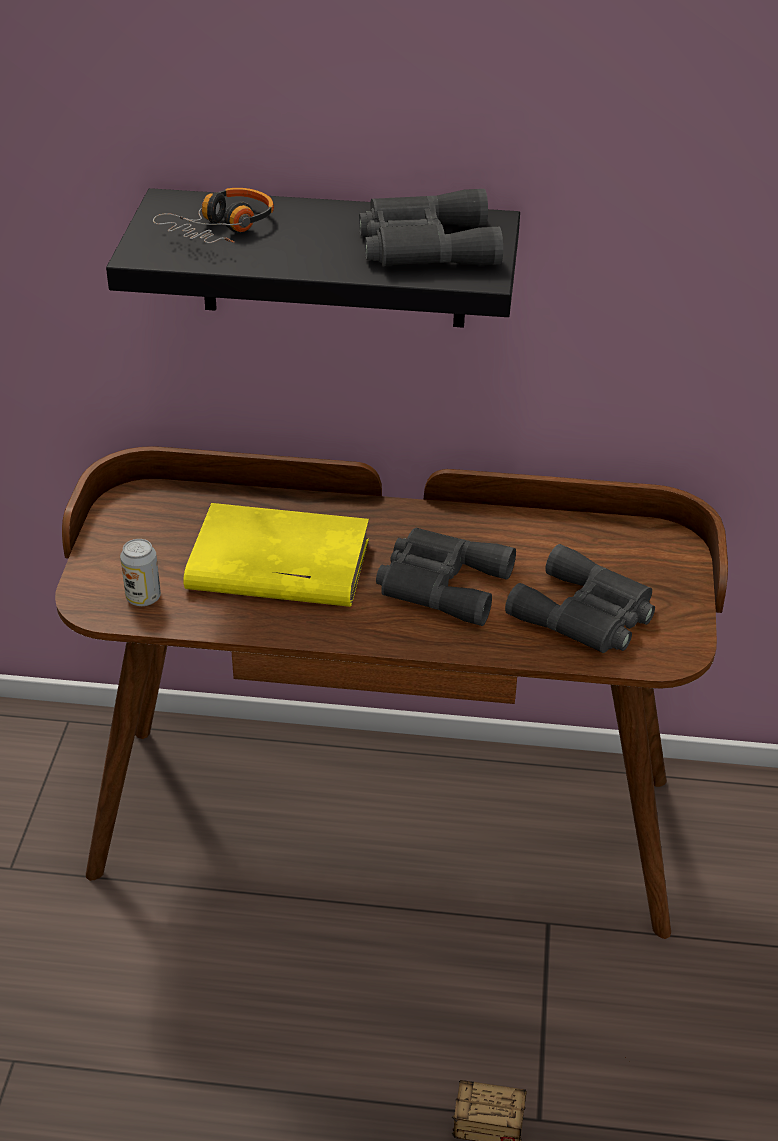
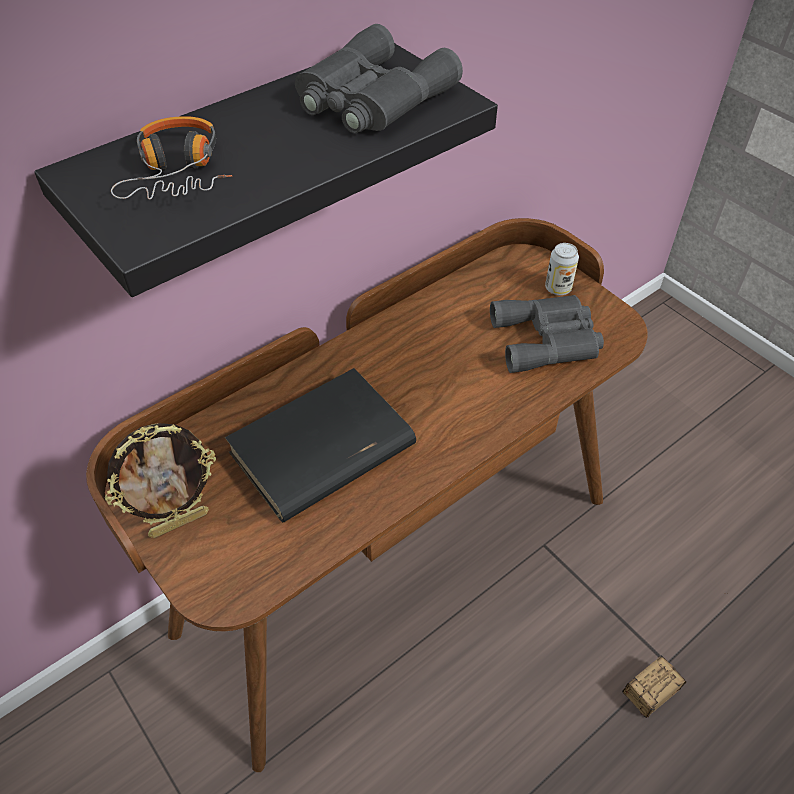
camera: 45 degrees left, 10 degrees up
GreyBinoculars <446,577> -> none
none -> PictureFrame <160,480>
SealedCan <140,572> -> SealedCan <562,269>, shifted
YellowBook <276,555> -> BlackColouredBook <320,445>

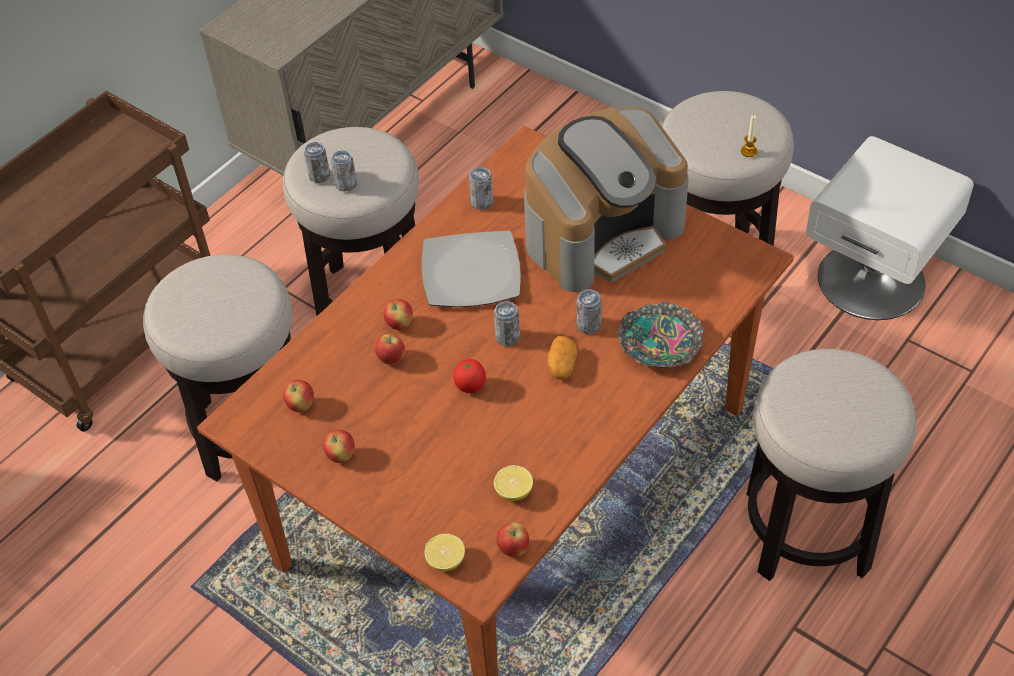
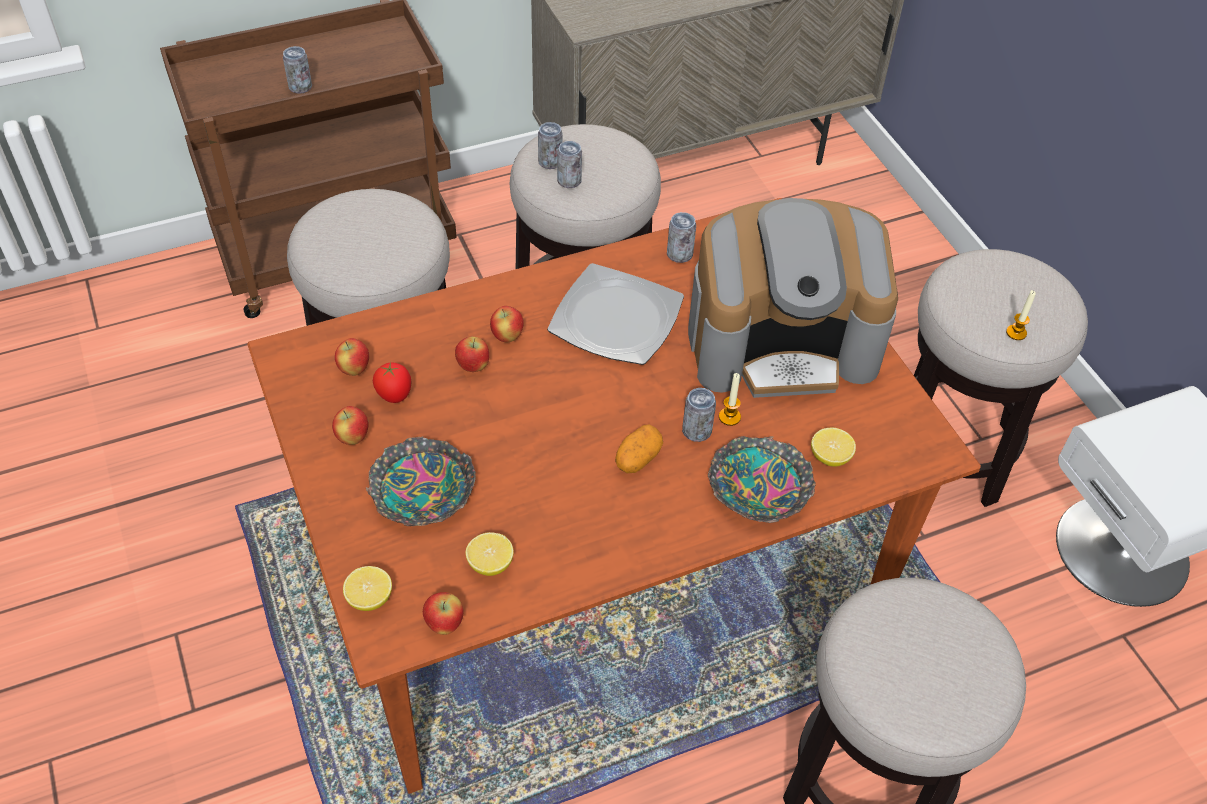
camera: 25 degrees right, 0 degrees up
none -> Bowl <421,481>
none -> WaxLight <730,399>
none -> CitrusFruit <833,447>
Tomato <469,376> -> Tomato <392,382>, shifted
SealedCan <507,323> -> SealedCan <297,70>, shifted

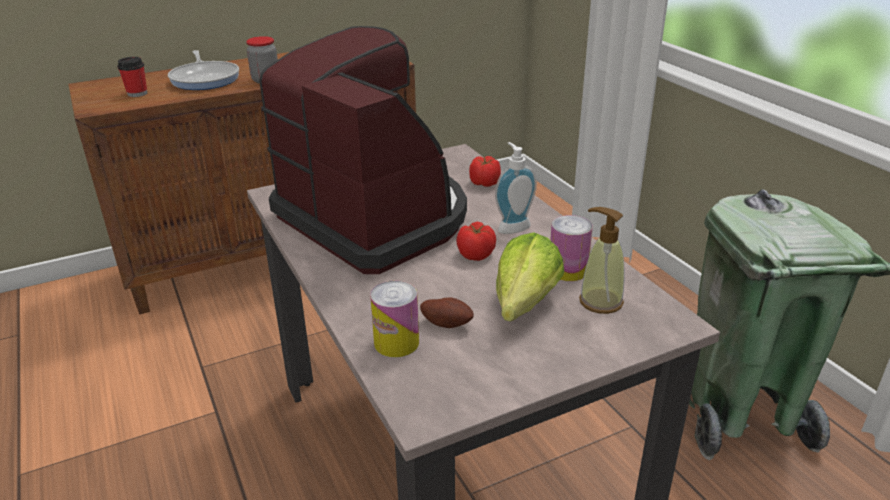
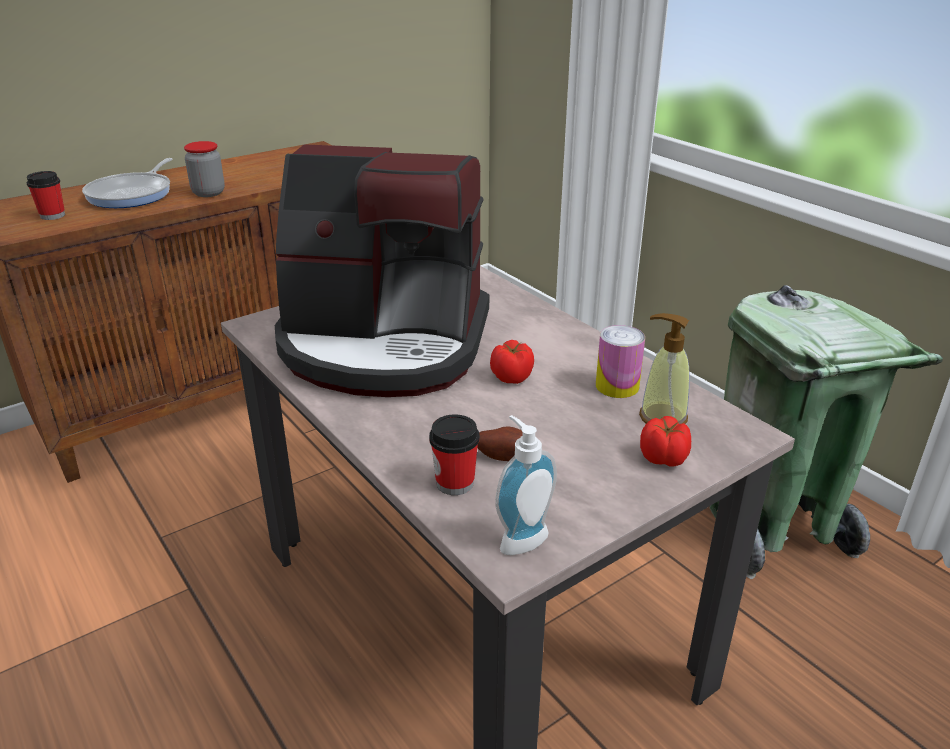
camera: 10 degrees left, 0 degrees up
LettuceHead <530,277> -> none
Tomato <485,171> -> Tomato <665,441>, shifted
SoapDispenser <516,188> -> SoapDispenser <526,485>, shifted
SealedCan <394,319> -> Cup <454,454>
Pan <203,70> -> Pan <127,183>, 45 degrees clockwise
CoffeeMaker <363,150> -> CoffeeMaker <382,270>, 150 degrees clockwise

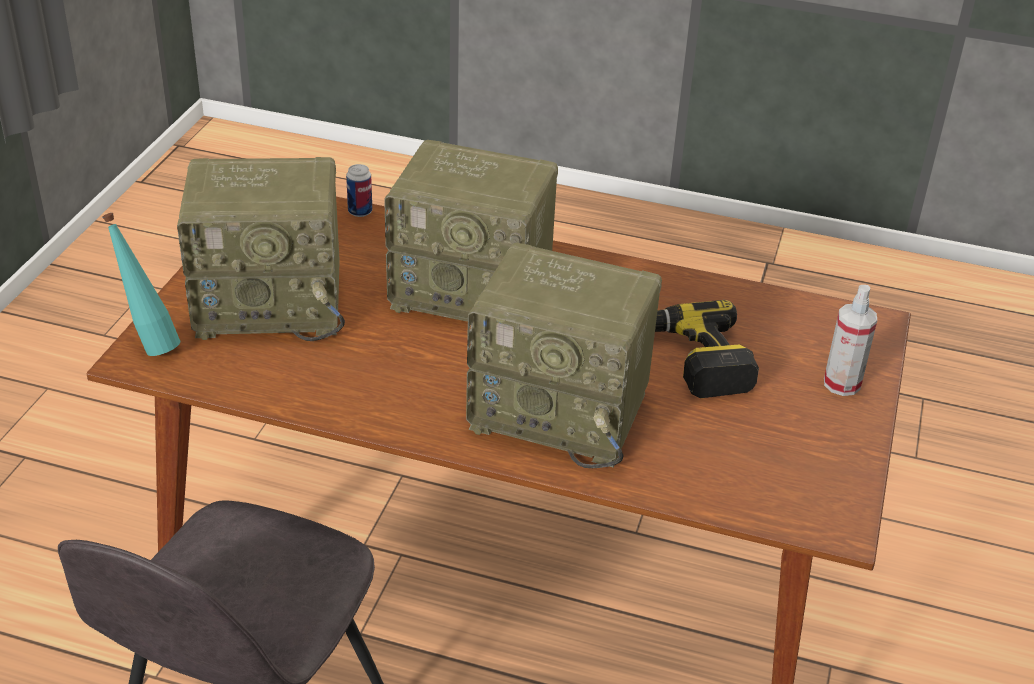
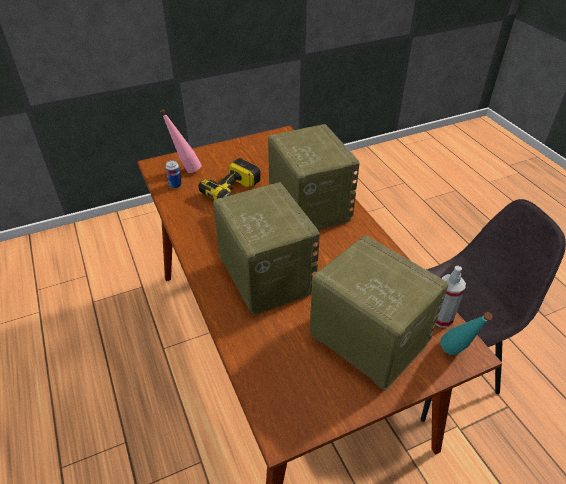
camera: 130 degrees left, 5 degrees up
none -> PinkColouredBottle <181,141>
SealedCan <359,190> -> SealedCan <173,174>, shifted
Sprayer <850,340> -> Sprayer <451,297>, shifted

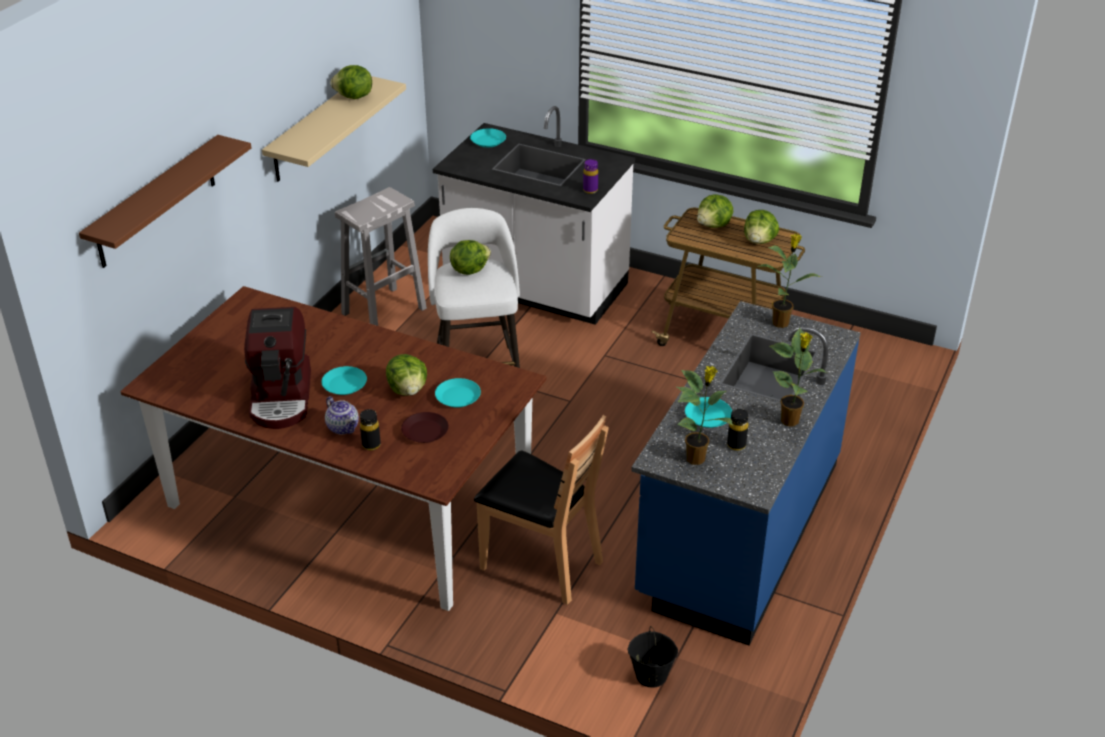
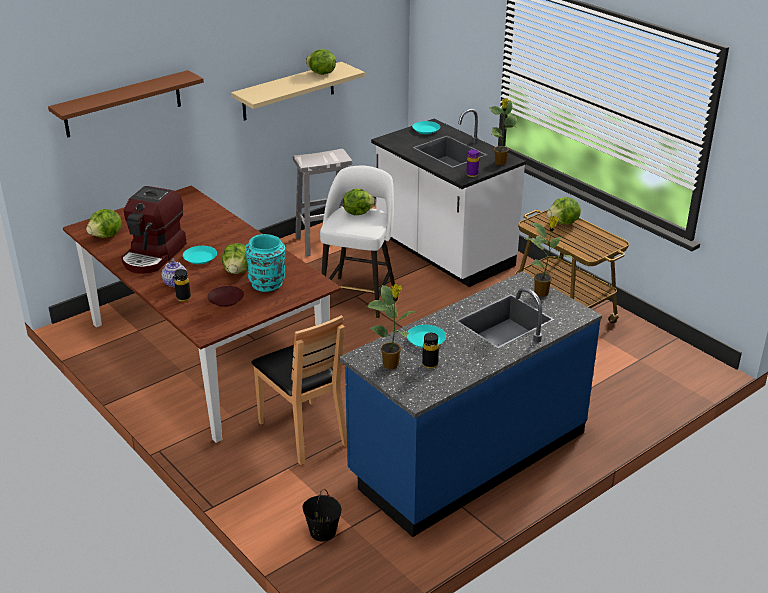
camera: 25 degrees right, 5 degrees down
LettuceHead <761,227> -> LettuceHead <103,223>, shifted
PlantInAPot <798,377> -> PlantInAPot <503,131>, shifted
BlueGreenPlate <458,393> -> BlueGreenDecorativeVase <265,263>

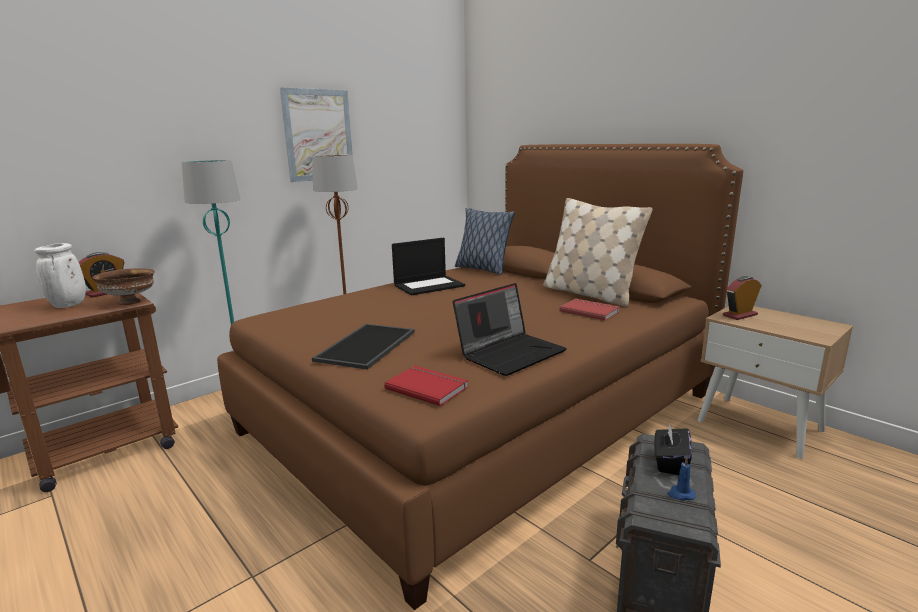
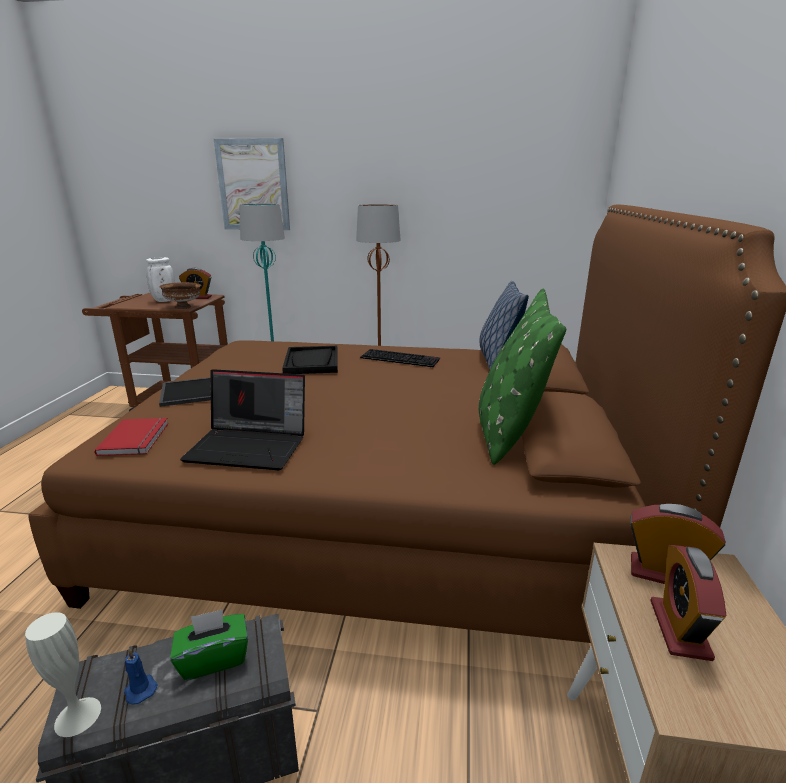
camera: 50 degrees right, 5 degrees up
RedBook <590,310> -> none
none -> WhiteColouredDecorativeVase <63,674>
none -> BlackColouredCarryingTray <310,360>
none -> TableClock <688,603>
WallArt <316,134> -> WallArt <252,184>, shifted
NotebookComputer <428,267> -> PcKeyboard <400,358>
BeigeThrowPillow <597,252> -> GreenishThrowPillow <522,377>
BlackColouredTissueHolder <673,448> -> GreenishTissueHolder <209,644>

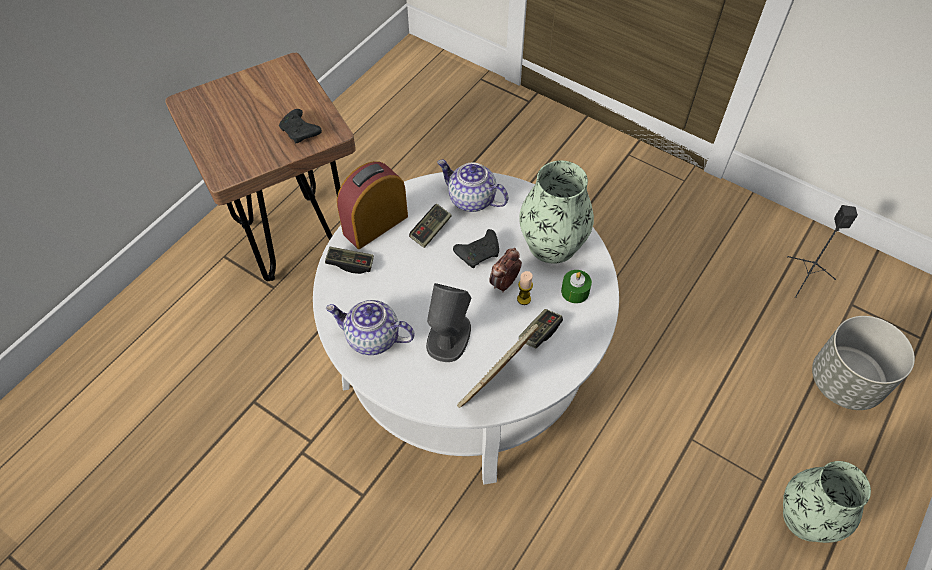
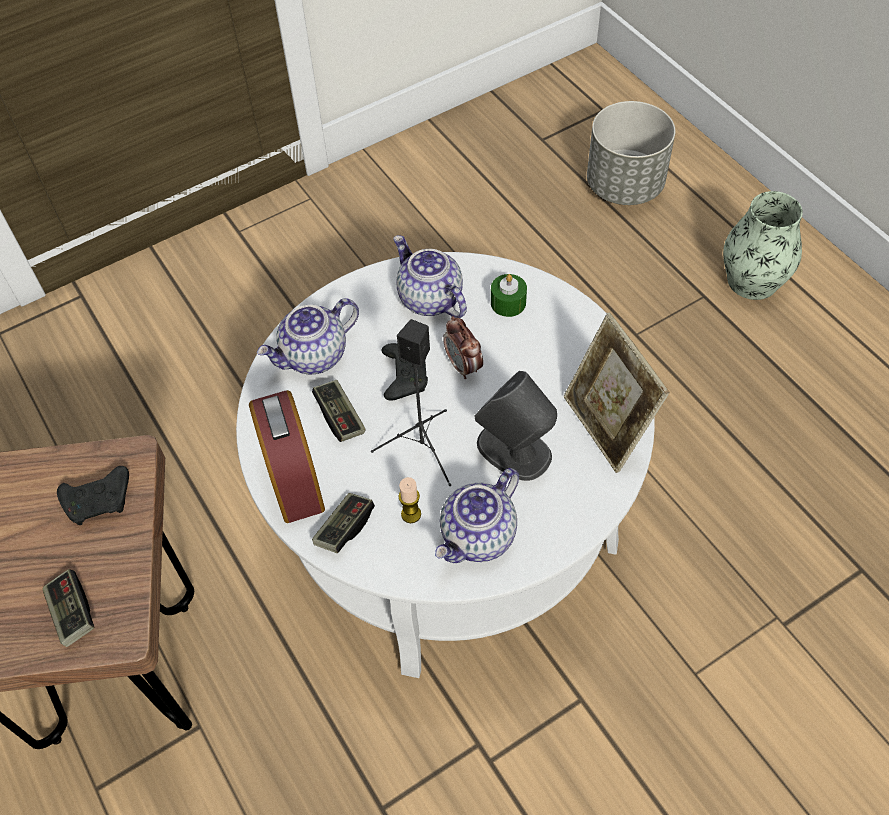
camera: 65 degrees left, 0 degrees up
WaxLight <525,288> -> WaxLight <410,500>, shifted
Gamepad <541,329> -> Gamepad <68,608>, shifted
BlackColouredSpeaker <822,251> -> BlackColouredSpeaker <411,402>, shifted
DecorativeVase <556,212> -> Teapot <430,276>

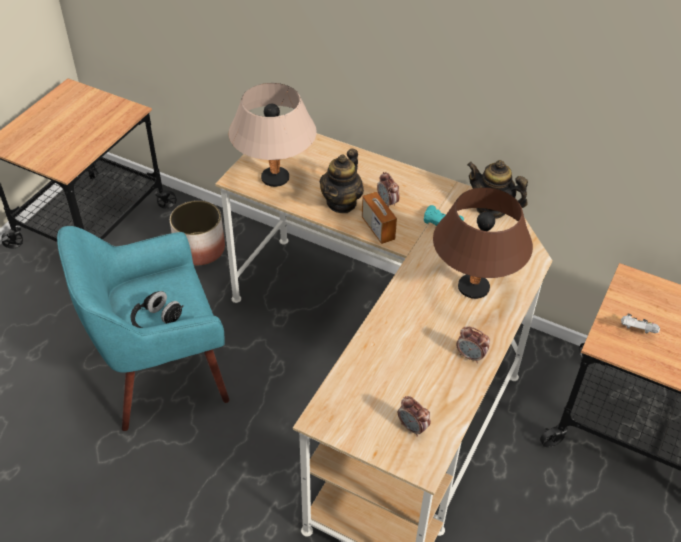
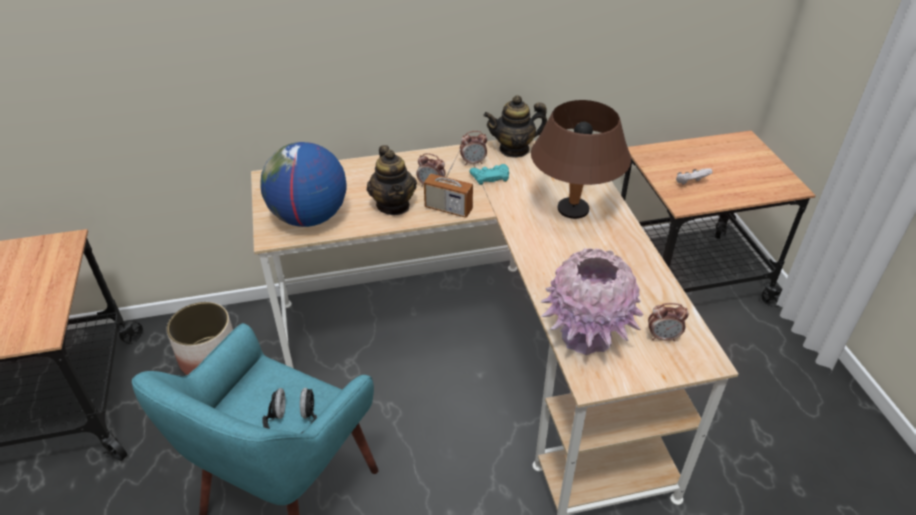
camera: 40 degrees left, 5 degrees down
none -> PinkColouredDecorativeVase <592,301>
TableClock <473,345> -> TableClock <473,148>, shifted
BeigeLampForATable <272,135> -> Globe <304,184>

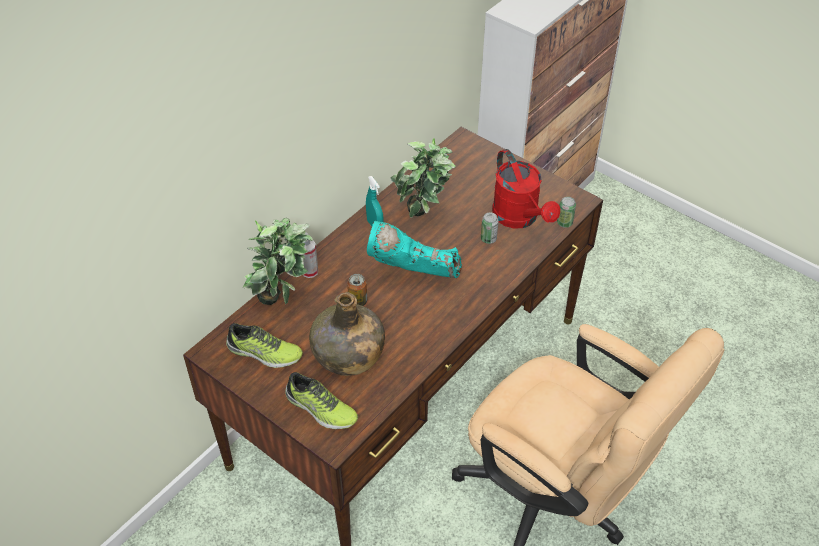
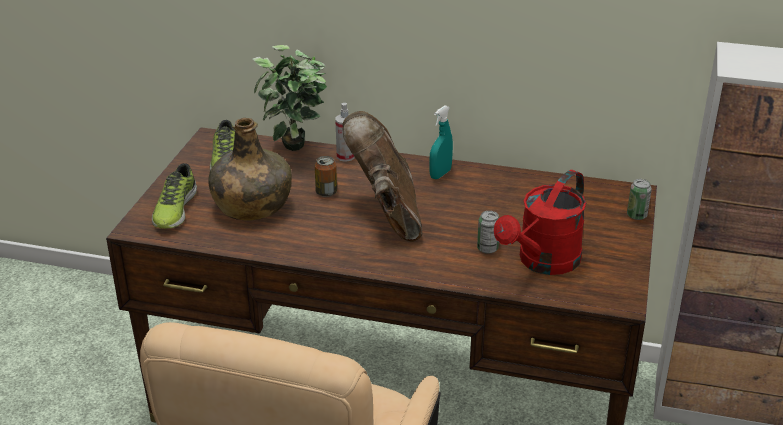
camera: 65 degrees right, 15 degrees down
PlantInAPot <423,178> -> none
SealedCan <566,212> -> SealedCan <639,199>, shifted
BlueGreenBoot <414,249> -> BrownBoot <382,176>

